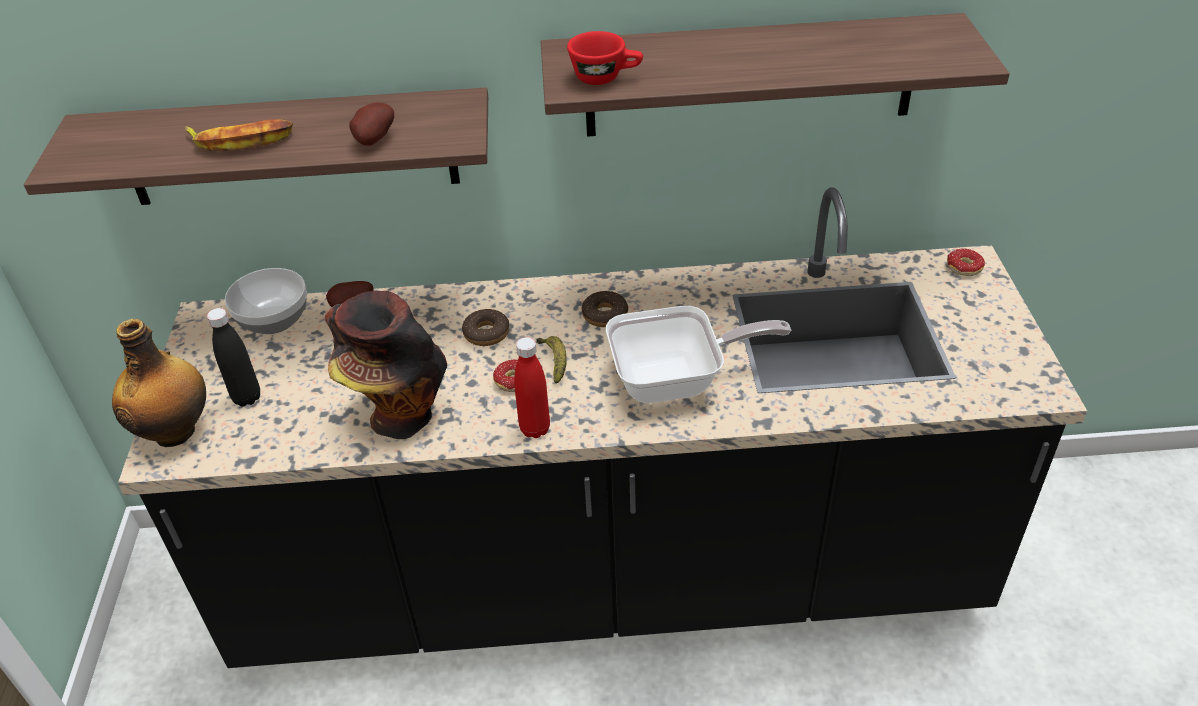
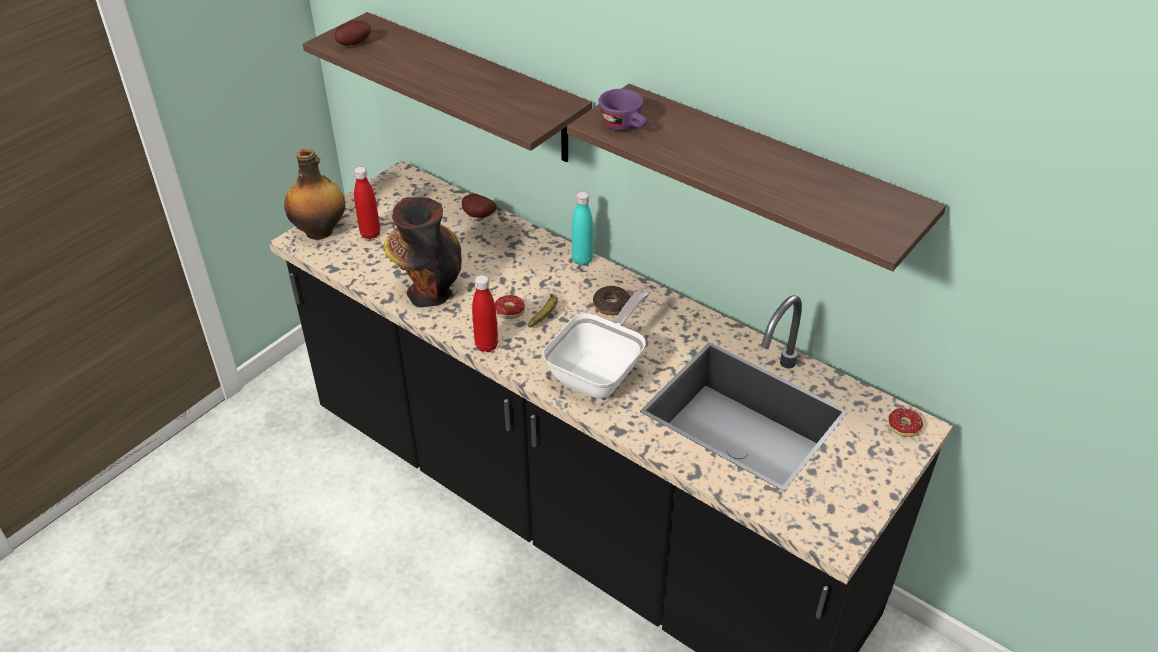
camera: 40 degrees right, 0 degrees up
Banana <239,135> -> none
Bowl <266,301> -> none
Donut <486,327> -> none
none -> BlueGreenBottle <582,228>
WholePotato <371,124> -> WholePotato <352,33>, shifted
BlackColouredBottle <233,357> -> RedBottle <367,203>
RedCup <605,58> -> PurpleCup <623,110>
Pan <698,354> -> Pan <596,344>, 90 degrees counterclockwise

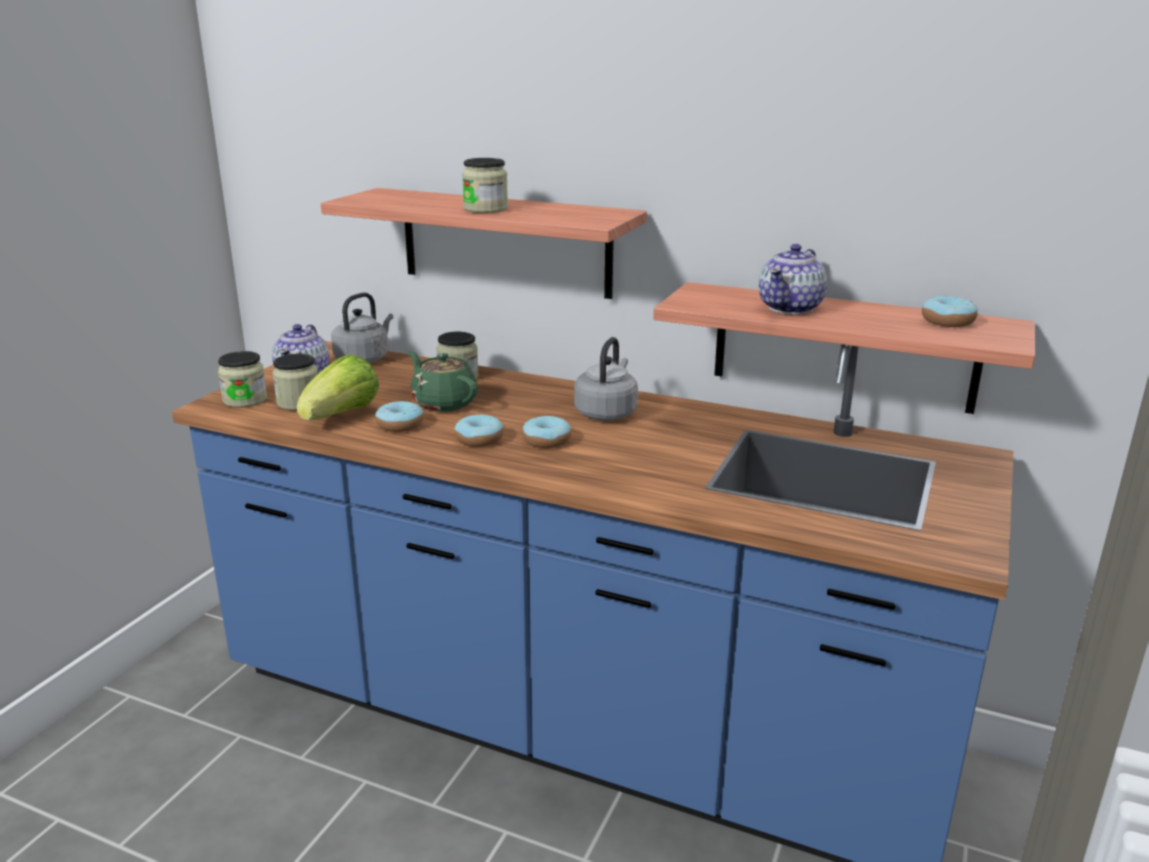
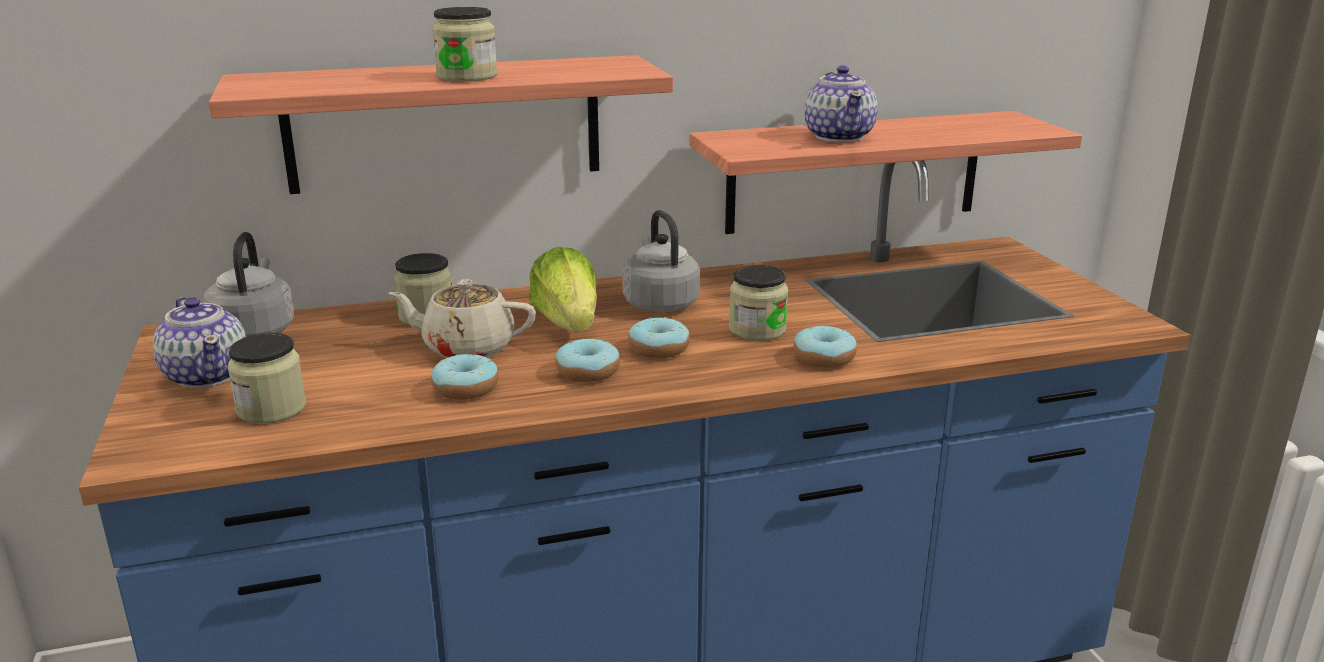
camera: 40 degrees left, 0 degrees up
Jar <242,379> -> Jar <758,303>, shifted
LettuceHead <338,387> -> LettuceHead <563,289>, shifted
Donut <950,311> -> Donut <825,346>, shifted
GreenishTeapot <443,381> -> BeigeTeapot <462,318>

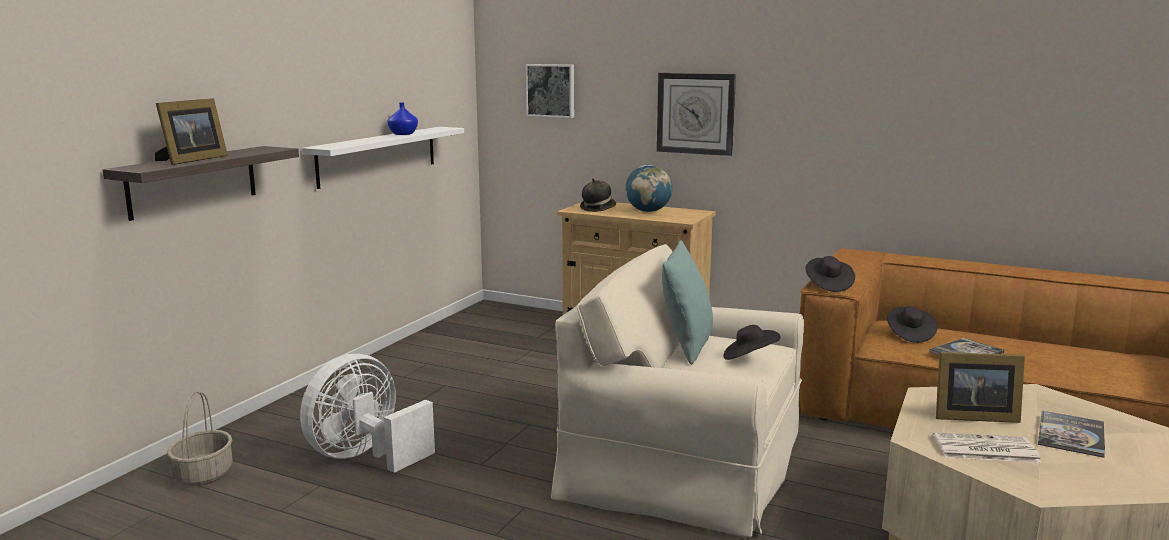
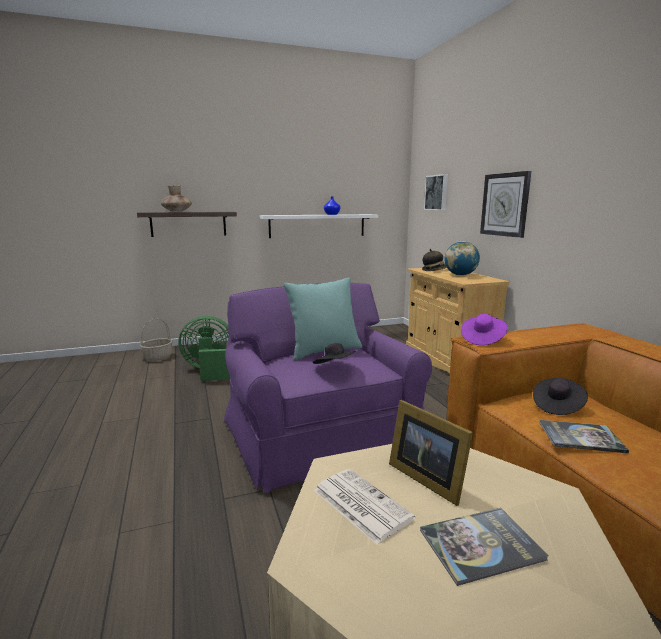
camera: 45 degrees right, 0 degrees up
PictureFrame <191,131> -> BrownDecorativeVase <176,198>
WhiteColouredCoolingFan <367,413> -> GreenishCoolingFan <204,348>
BeigeEasyChair <677,390> -> PurpleEasyChair <328,388>
BlackColouredClothingHat <830,274> -> PurpleClothingHat <484,329>

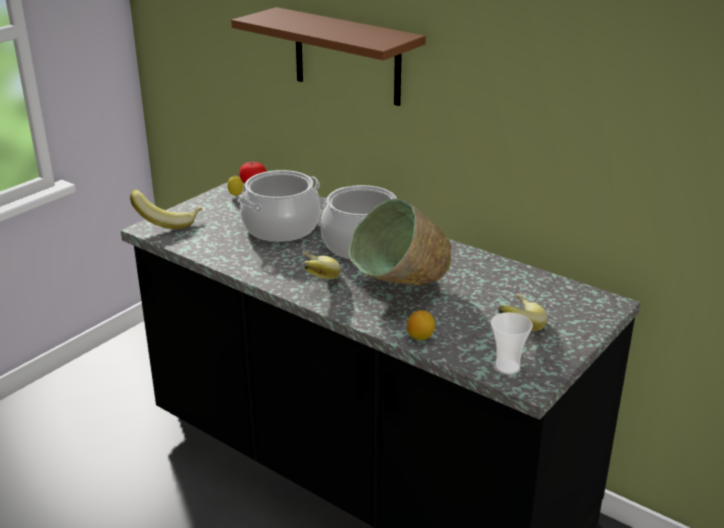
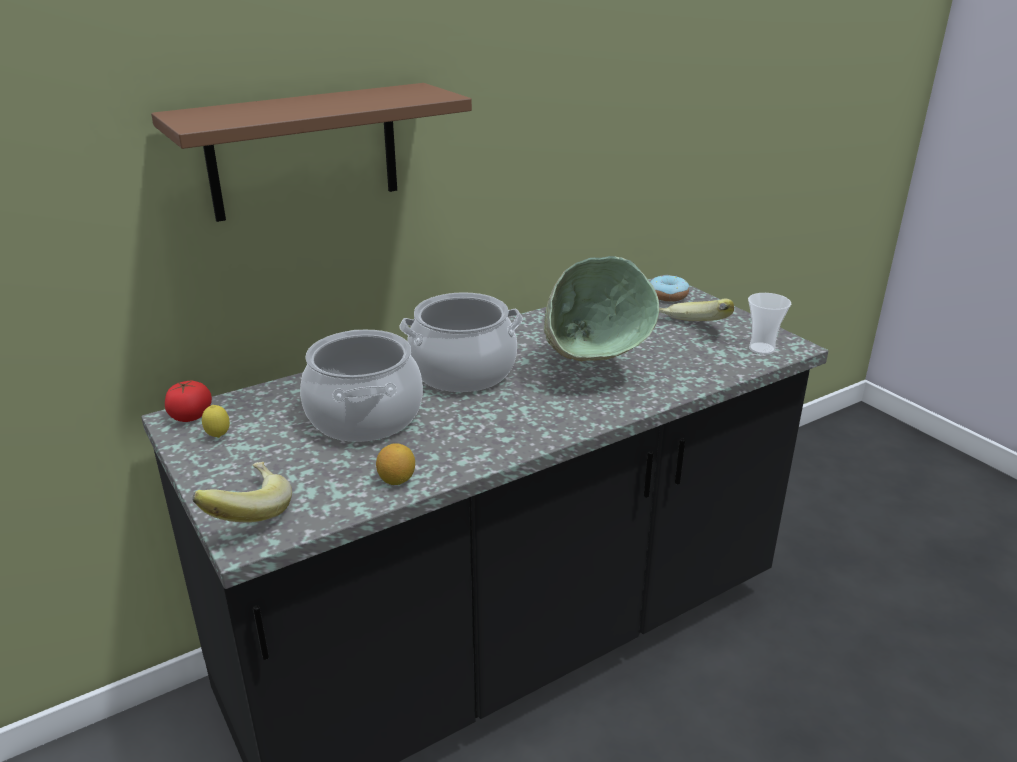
camera: 70 degrees left, 0 degrees up
Banana <322,265> -> none
none -> Donut <669,288>
CitrusFruit <421,325> -> CitrusFruit <395,464>, shifted

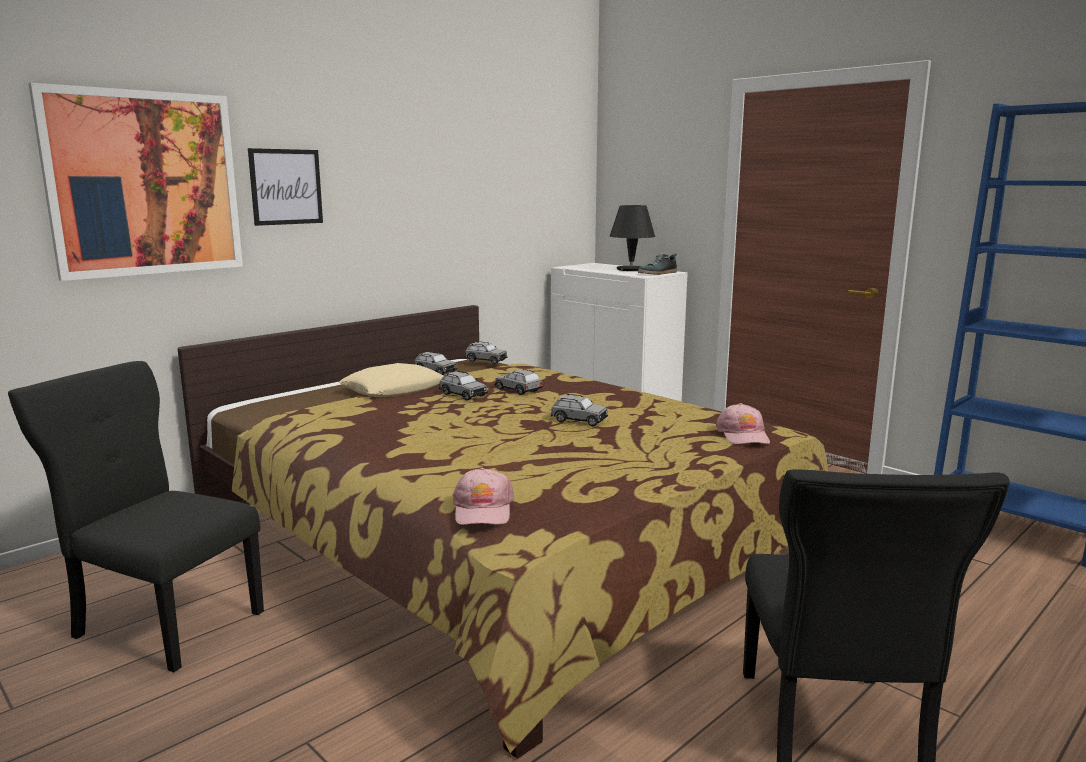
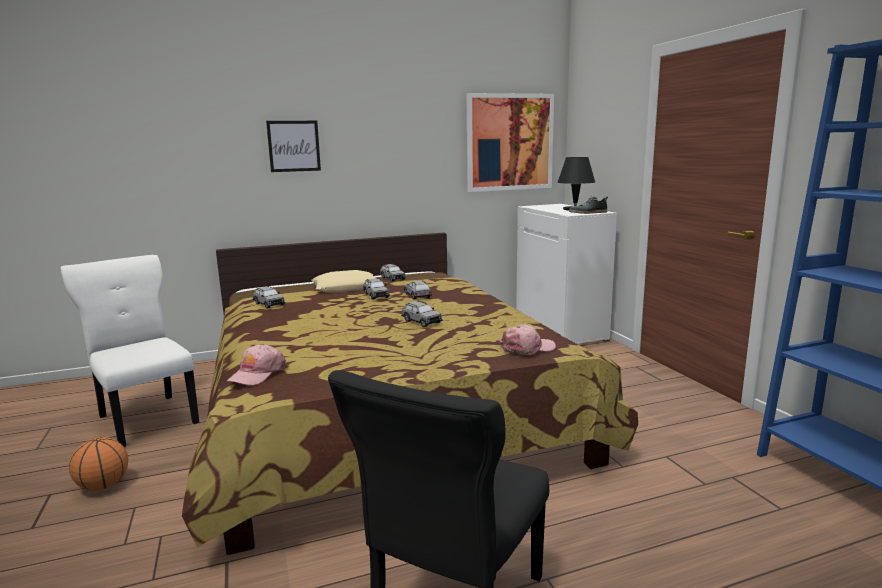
camera: 25 degrees right, 0 degrees up
none -> BallForBasketball <98,464>
WallArt <135,182> -> WallArt <510,142>, shifted
GreyModelCar <486,353> -> GreyModelCar <269,297>, shifted
BlackColouredUprightChair <136,516> -> WhiteColouredUprightChair <130,351>
PinkColouredBaseballCap <743,424> -> PinkColouredBaseballCap <528,340>, 135 degrees counterclockwise

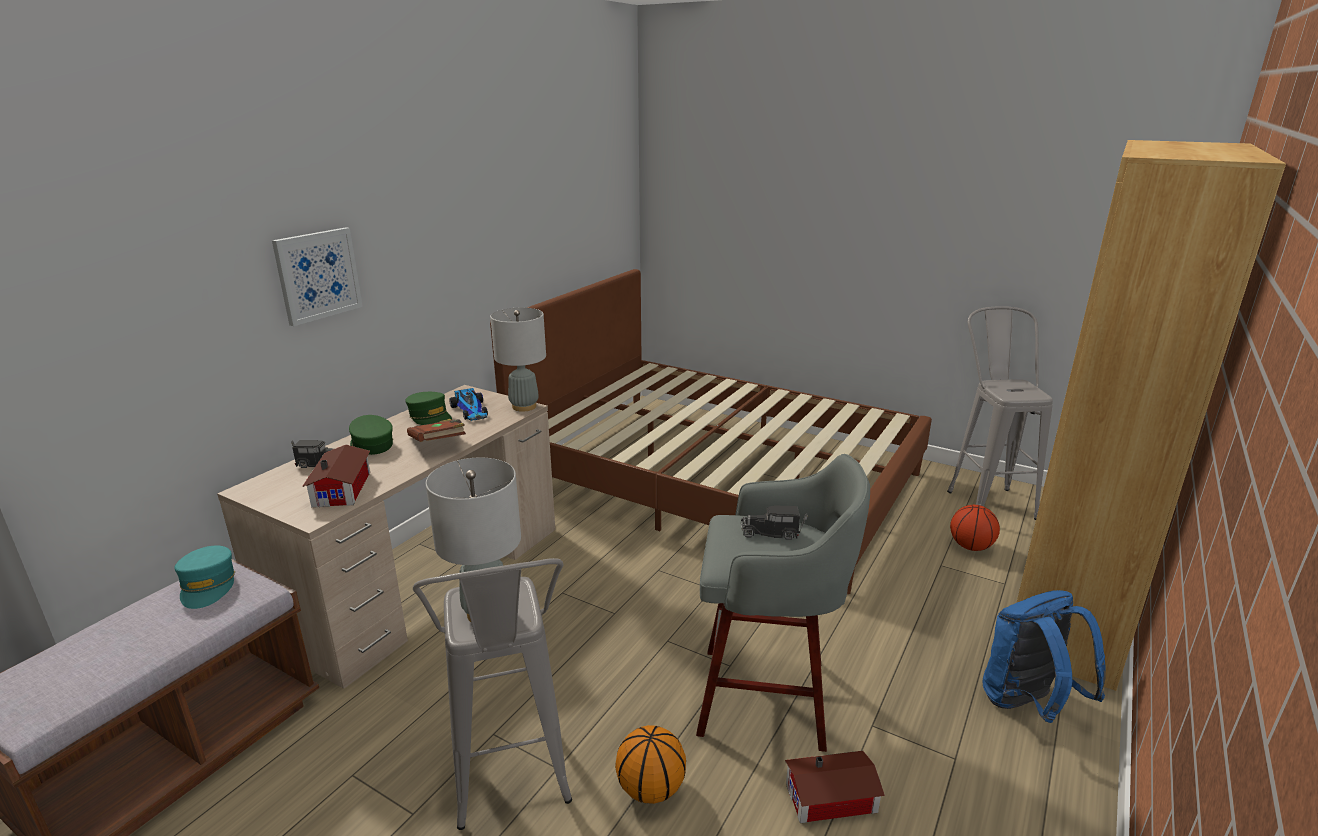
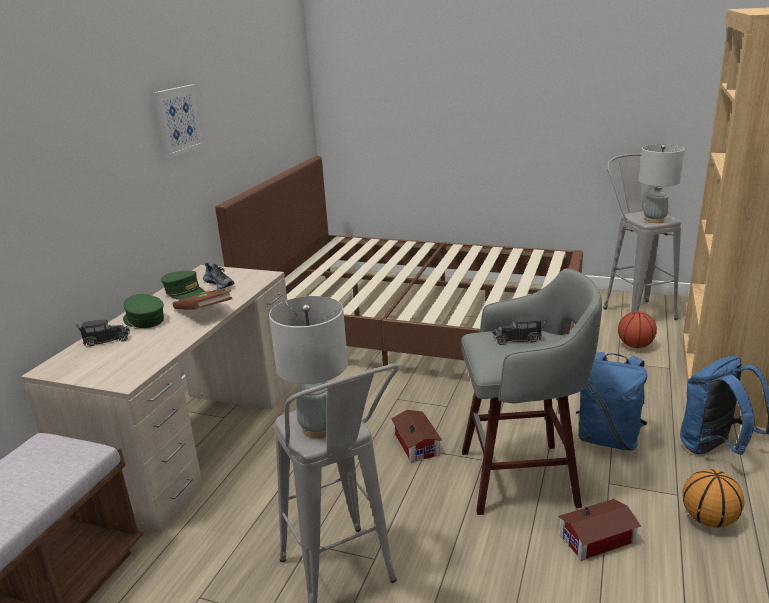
camera: 10 degrees left, 0 degrees up
BlueGreenBaseballCap <204,577> -> none
none -> BluishKnapsack <612,401>
WallArt <317,276> -> WallArt <179,121>, shifted
ModelHouse <336,476> -> ModelHouse <416,436>, shifted
GreyLampForATable <518,360> -> GreyLampForATable <662,183>, shifted
BallForBasketball <650,764> -> BallForBasketball <713,498>, shifted
ModelCar <468,404> -> LowShoe <219,276>

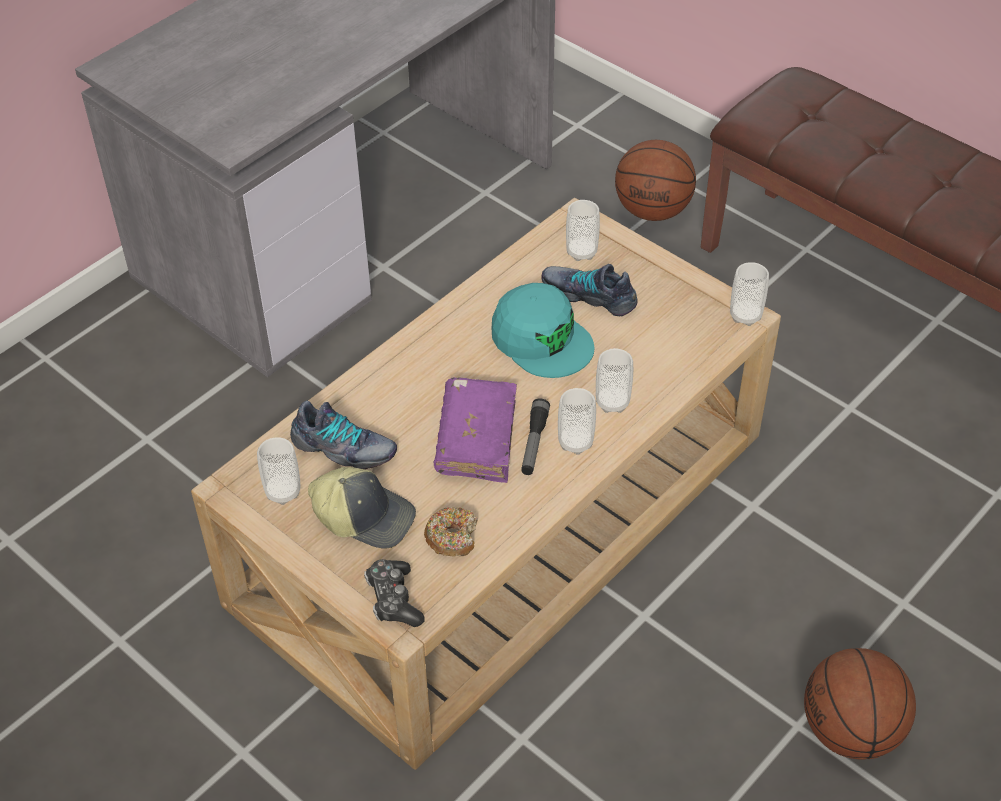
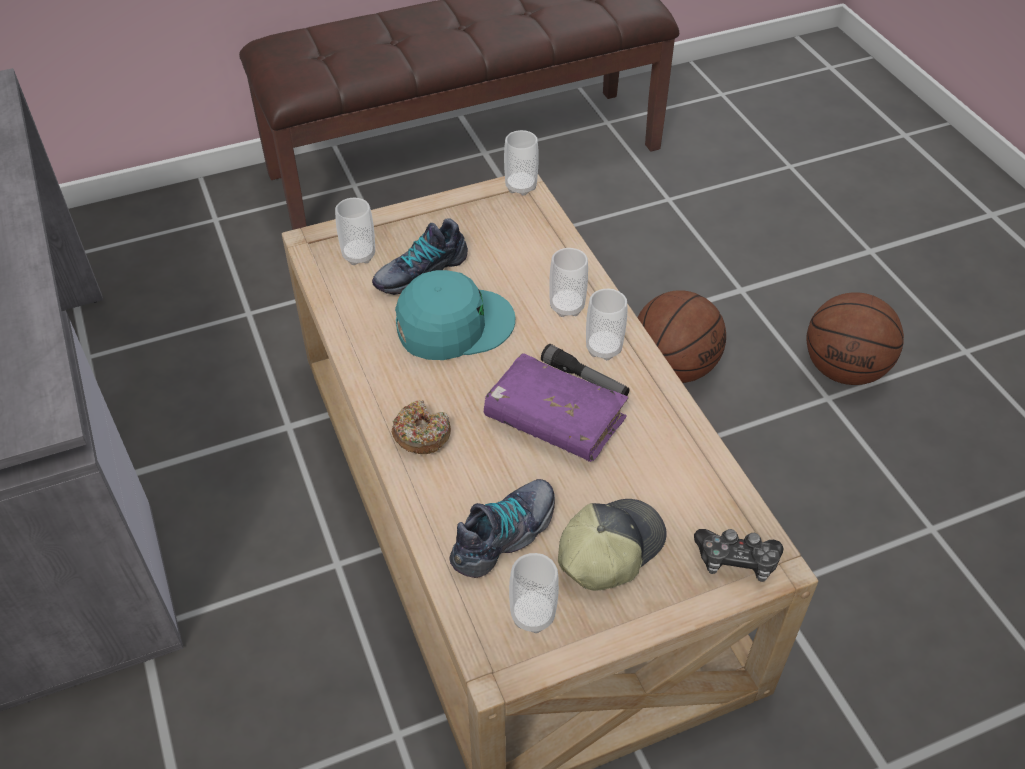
camera: 65 degrees left, 0 degrees up
Donut <451,531> -> Donut <421,427>, shifted
BallForBasketball <655,180> -> BallForBasketball <681,336>, shifted

